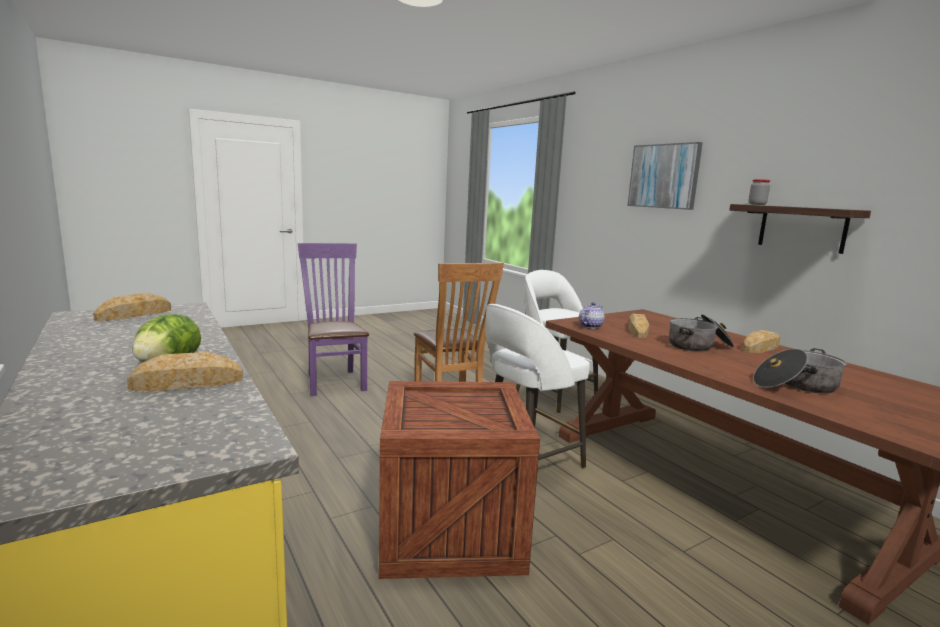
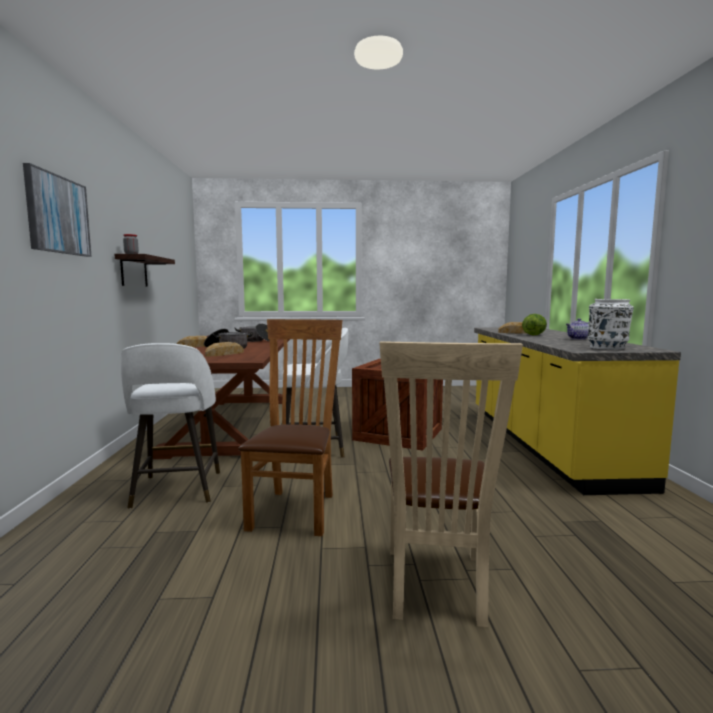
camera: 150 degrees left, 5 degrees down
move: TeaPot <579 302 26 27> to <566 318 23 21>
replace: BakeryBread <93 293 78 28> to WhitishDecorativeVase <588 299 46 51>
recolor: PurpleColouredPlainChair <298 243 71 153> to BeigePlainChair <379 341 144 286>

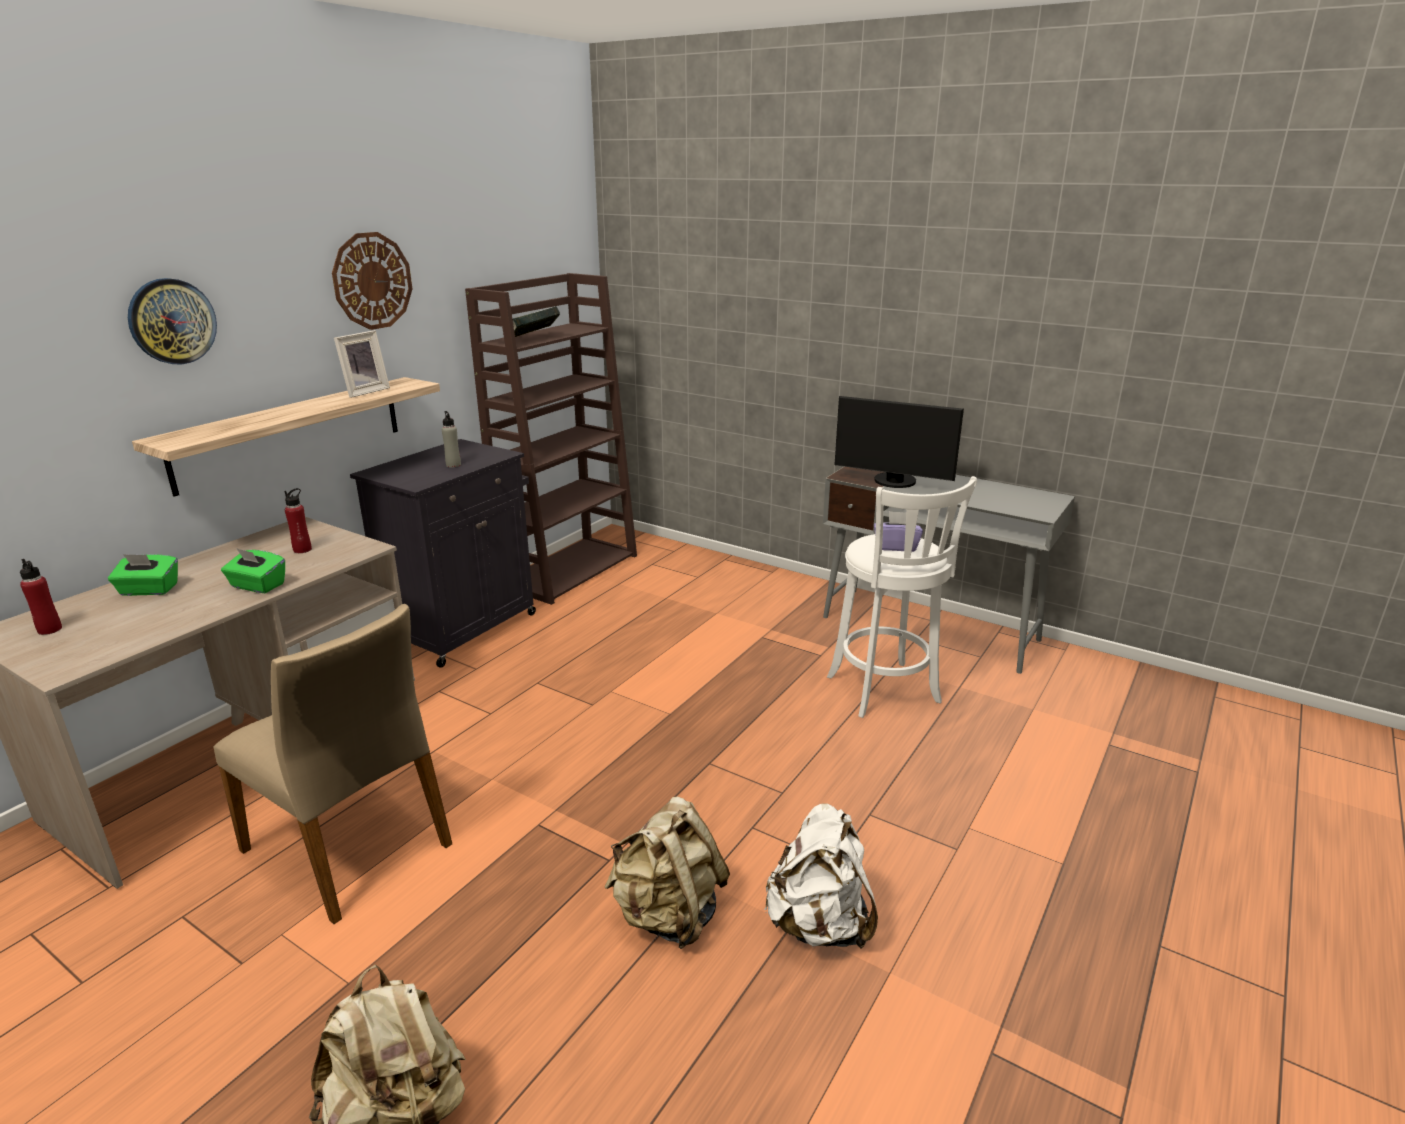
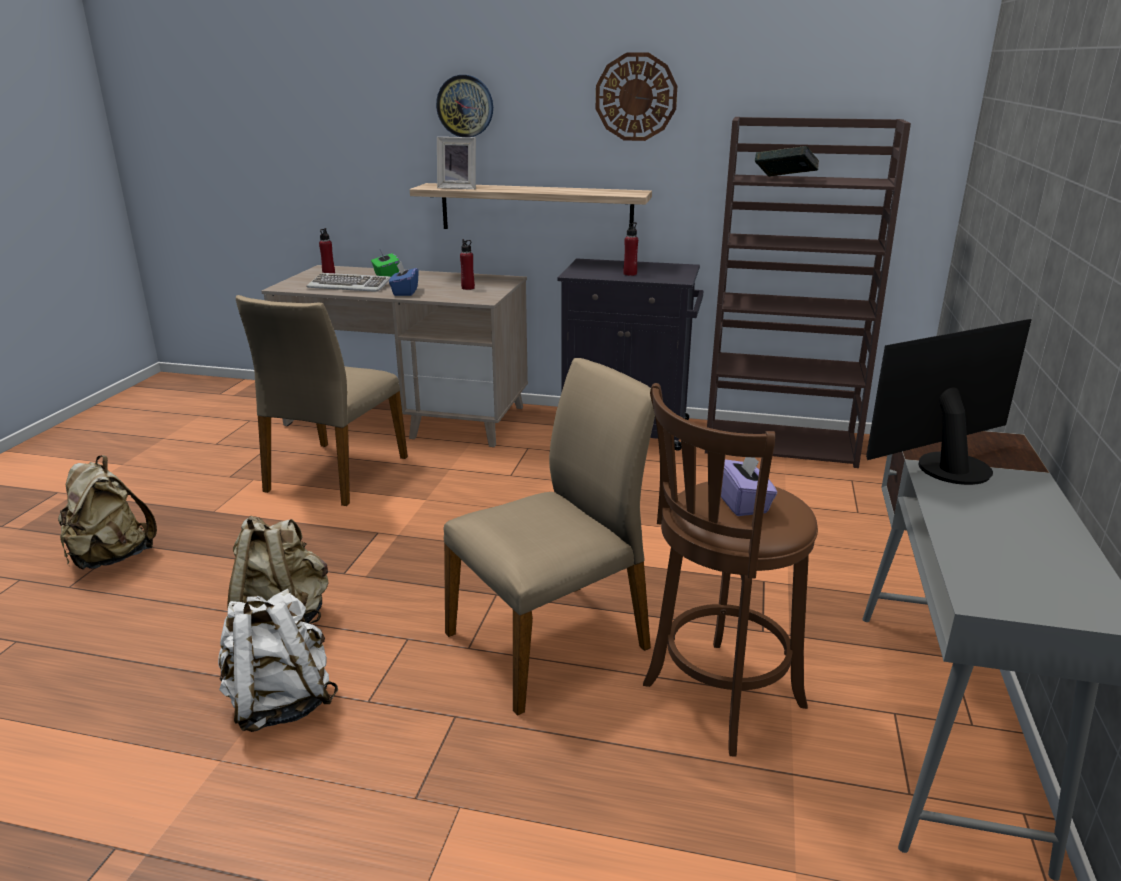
camera: 70 degrees right, 0 degrees up
insert: Keyboard <306 273 85 19>; BeigePlainChair <444 358 211 358>
move: PictureFrame <334 330 56 68> to <437 137 39 52>
recolor: GrayDrinkBottle <442 411 19 57> to RedColouredDrinkBottle <623 222 15 54>; WhitishSittingStool <827 476 150 242> to BrownishSittingStool <643 383 175 374>; GreenishBoxOfTissues <221 548 64 45> to BlueColouredBoxOfTissues <389 262 30 34>
rotate: Monitor <834 396 130 92> = <866 319 166 166> 60 degrees clockwise

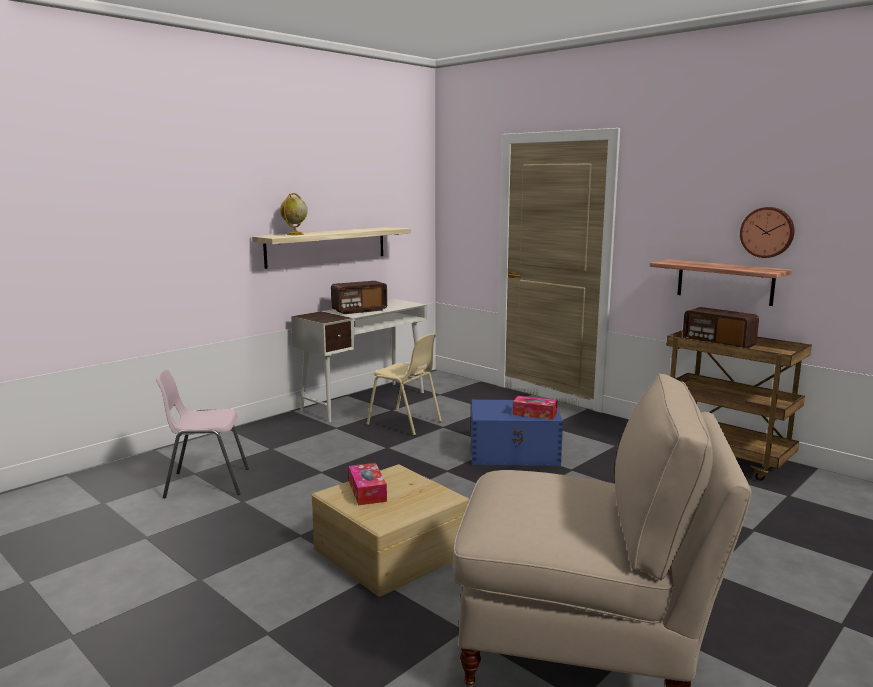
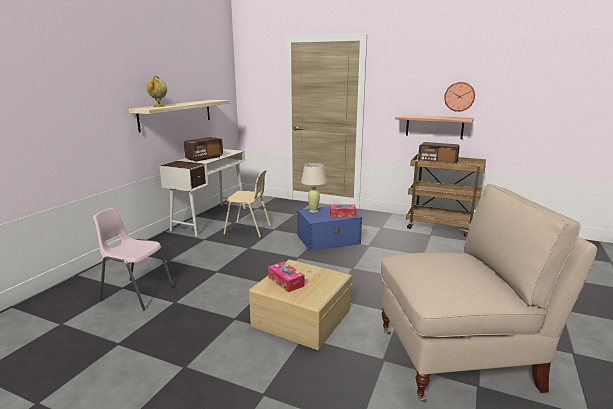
camera: 20 degrees left, 5 degrees up
insert: BeigeTableLamp <301 163 26 49>
rotate: PinkColouredPlainChair <156 369 93 129> = <93 208 81 103> 45 degrees clockwise

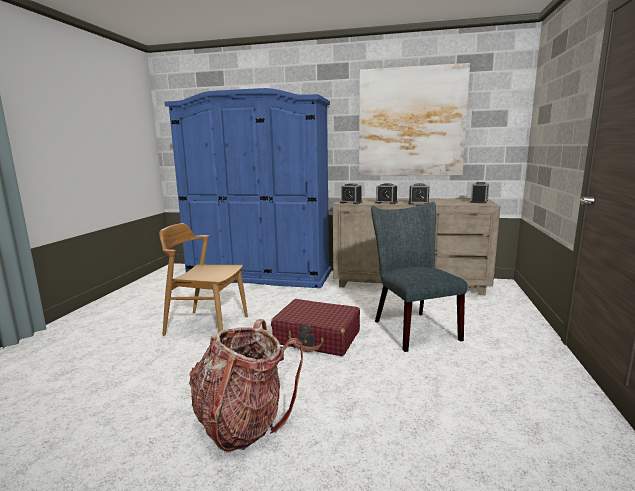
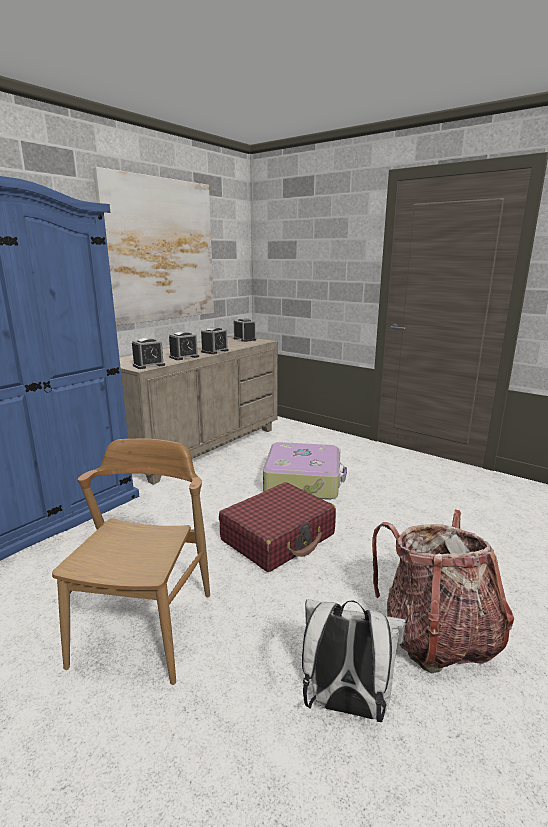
camera: 65 degrees left, 5 degrees up
insert: WhitishBackpack <302 599 104 123>
replace: GrayPlainChair <371 202 97 150> to PieceOfLuggage <263 442 84 58>
rotate: BrownishPlainChair <159 223 89 113> = <52 439 158 246> 150 degrees clockwise

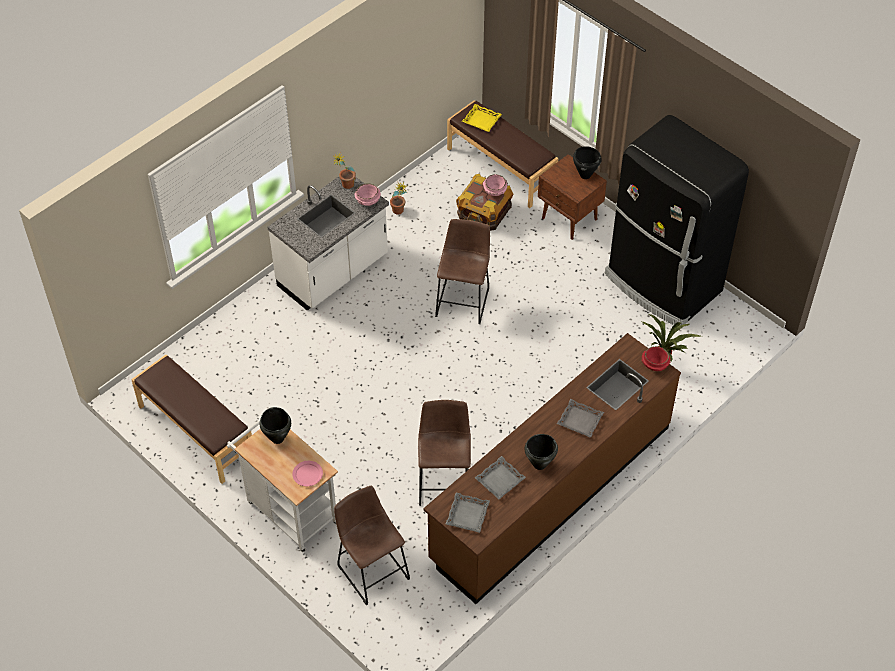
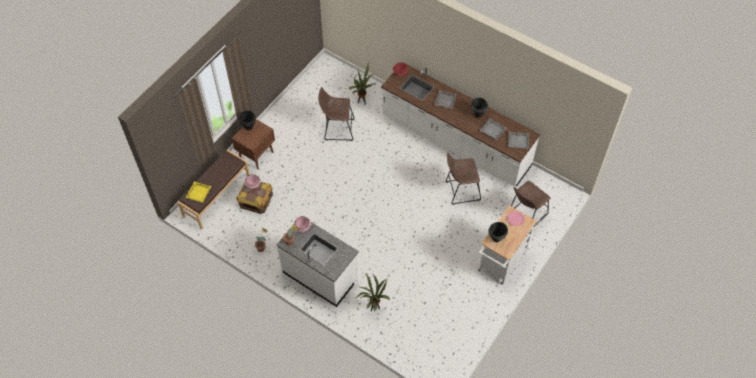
camera: 100 degrees left, 5 degrees up
delete: BlackFridge <605 115 144 211>; BrownishBench <131 355 121 129>
insert: Houseplant <356 273 34 38>
move: BrownishSittingStool <435 219 55 105> to <318 87 36 54>
recolor: BrownishKitchenCounter <423 333 258 271> to WhitishKitchenCounter <381 62 159 124>

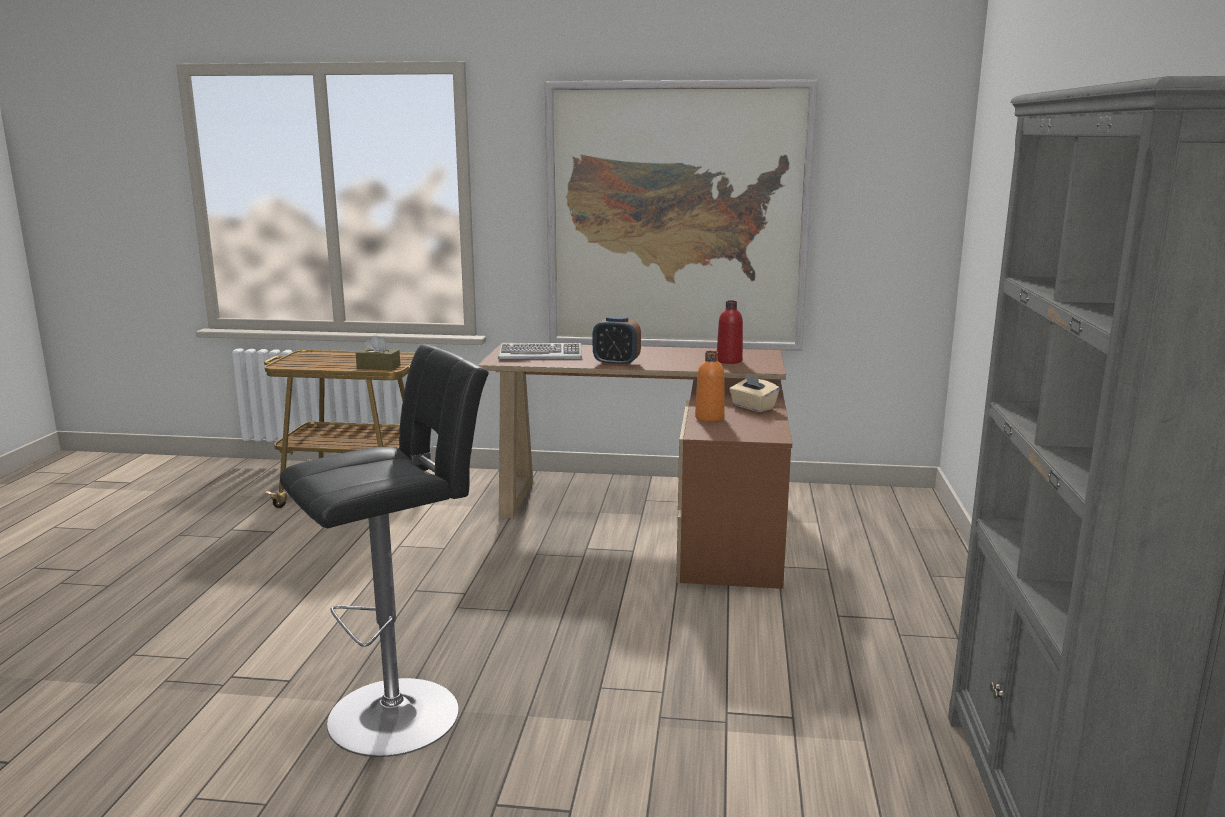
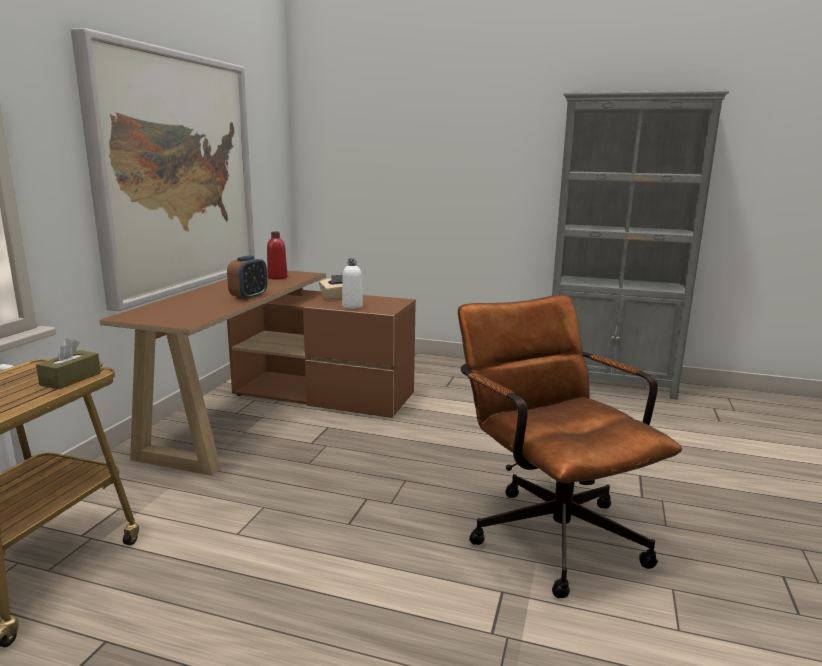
camera: 80 degrees left, 0 degrees up
delete: Keyboard <498 343 84 16>
replace: BlackSittingStool <280 345 209 412> to BrownishComputerChair <458 295 224 303>
recolor: OrangeDrinkBottle <695 351 29 71> to WhitishDrinkBottle <342 258 21 51>

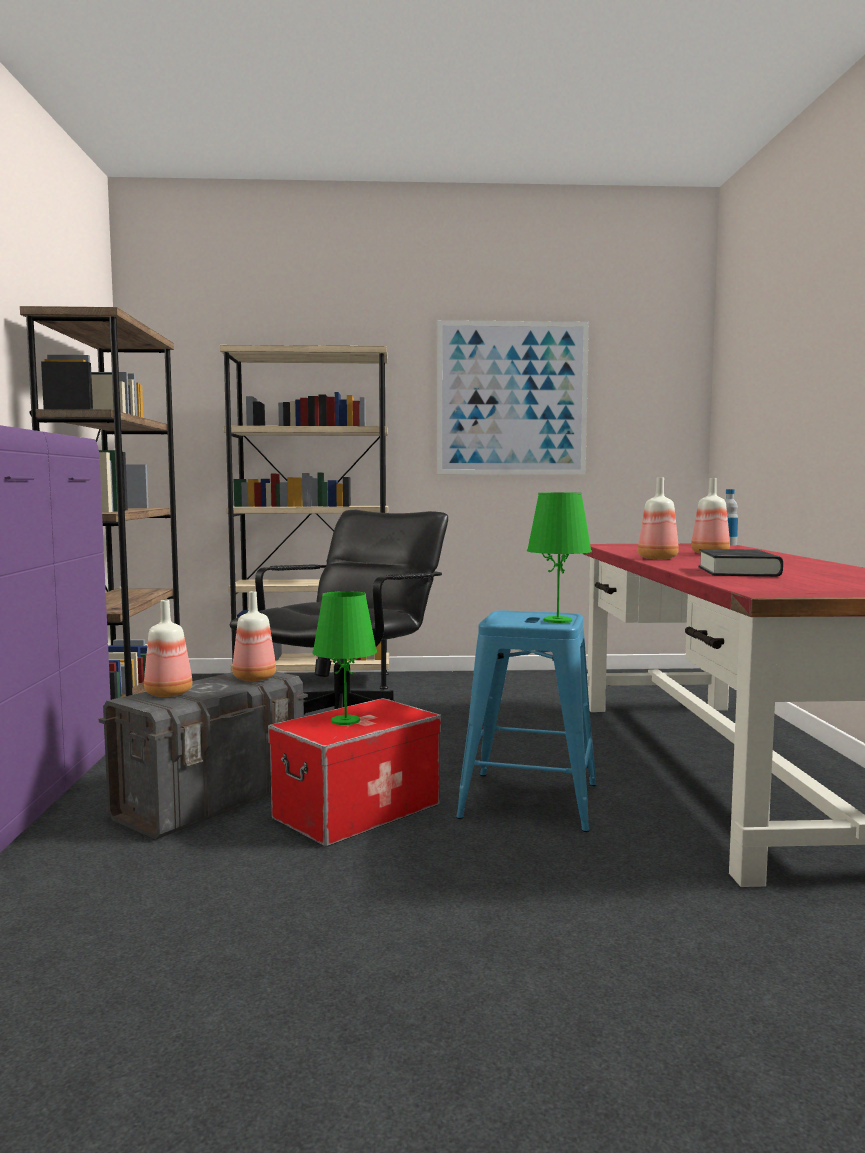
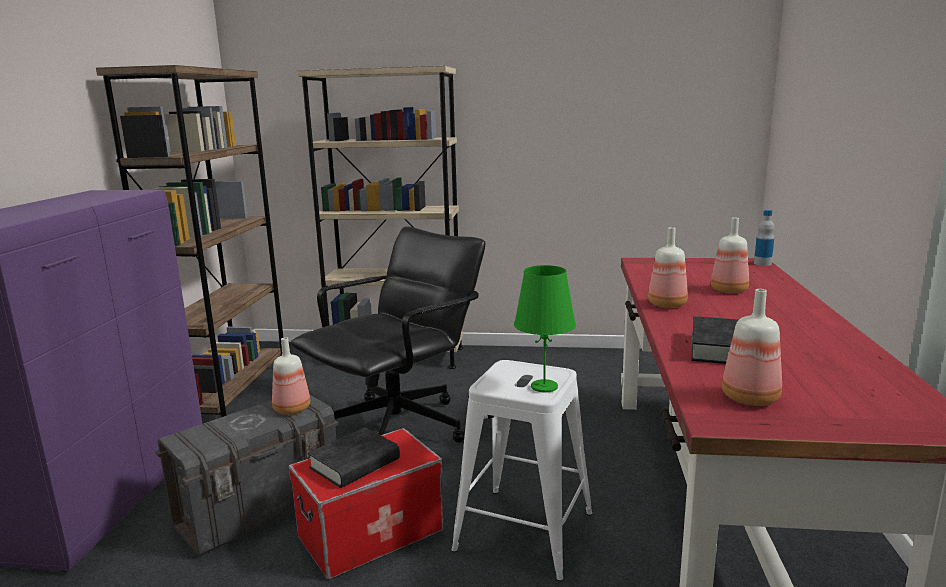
camera: 10 degrees right, 10 degrees up
delete: Picture <437 320 152 154>
move: DrinkBottle <144 600 48 97> to <722 289 60 117>
replace: GreenishTableLamp <312 591 65 134> to BlackBoundBook <308 427 92 61>
recolor: BlueColouredSittingStool <456 610 141 222> to WhitishSittingStool <451 360 142 221>

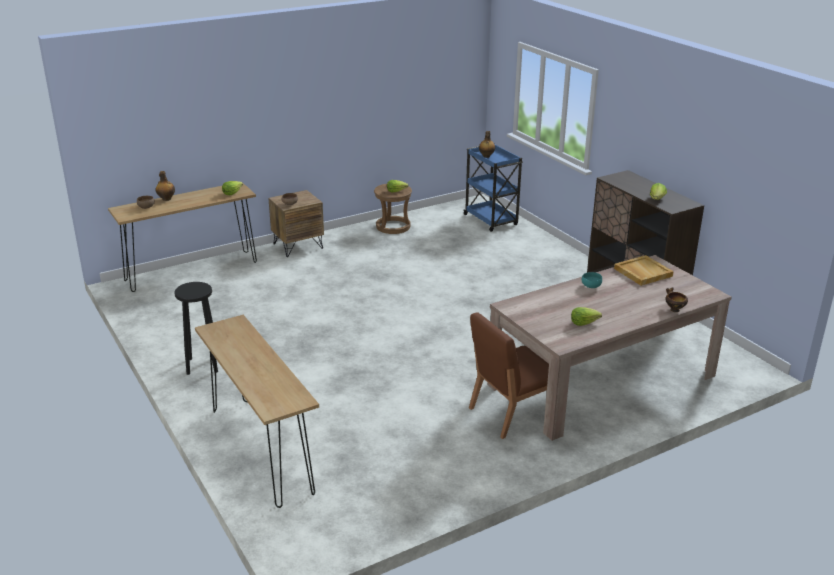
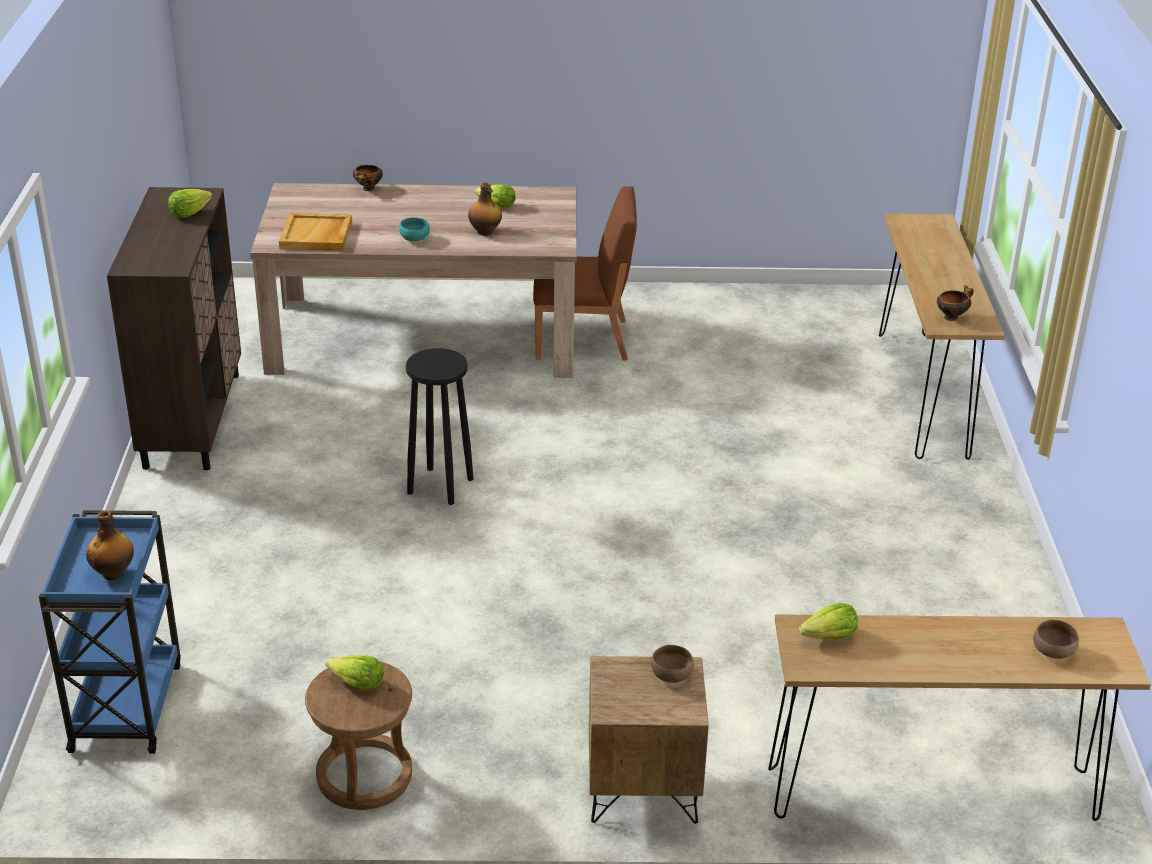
camera: 150 degrees left, 5 degrees up
insert: DeepDish <937 285 36 36>
move: DrinkBottle <156 171 19 30> to <468 182 34 54>; BlackSittingStool <174 282 44 93> to <406 348 68 157>

